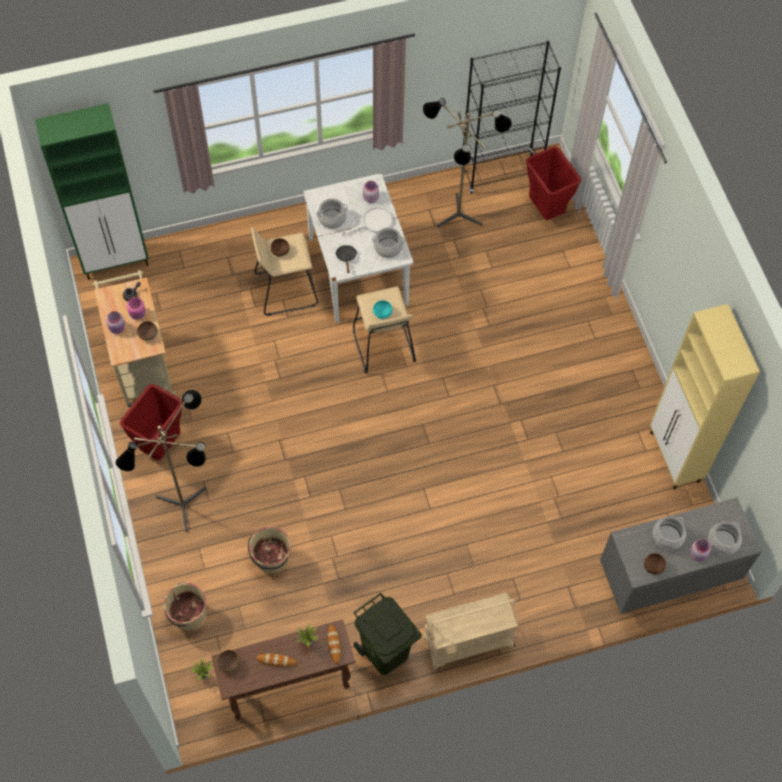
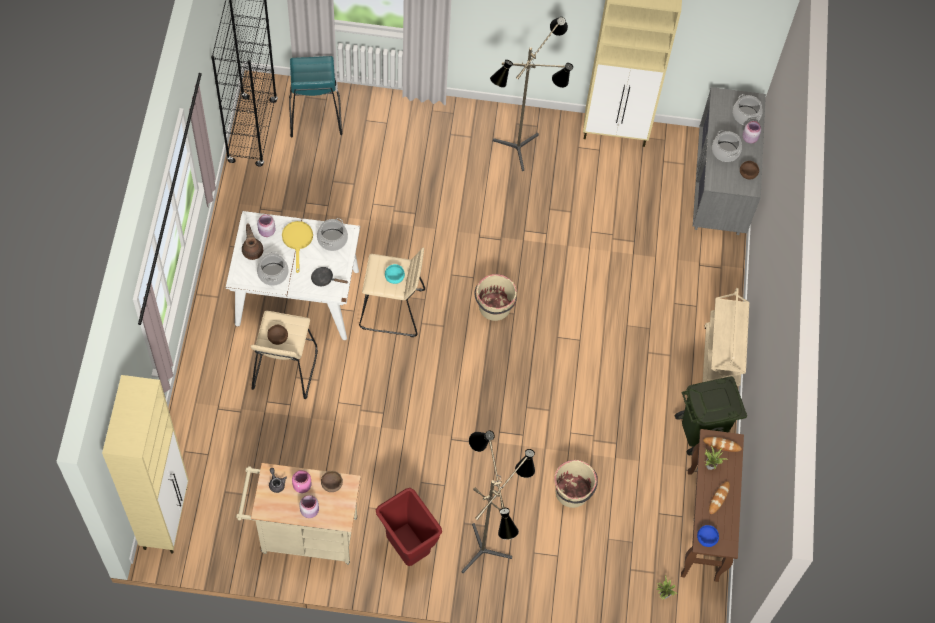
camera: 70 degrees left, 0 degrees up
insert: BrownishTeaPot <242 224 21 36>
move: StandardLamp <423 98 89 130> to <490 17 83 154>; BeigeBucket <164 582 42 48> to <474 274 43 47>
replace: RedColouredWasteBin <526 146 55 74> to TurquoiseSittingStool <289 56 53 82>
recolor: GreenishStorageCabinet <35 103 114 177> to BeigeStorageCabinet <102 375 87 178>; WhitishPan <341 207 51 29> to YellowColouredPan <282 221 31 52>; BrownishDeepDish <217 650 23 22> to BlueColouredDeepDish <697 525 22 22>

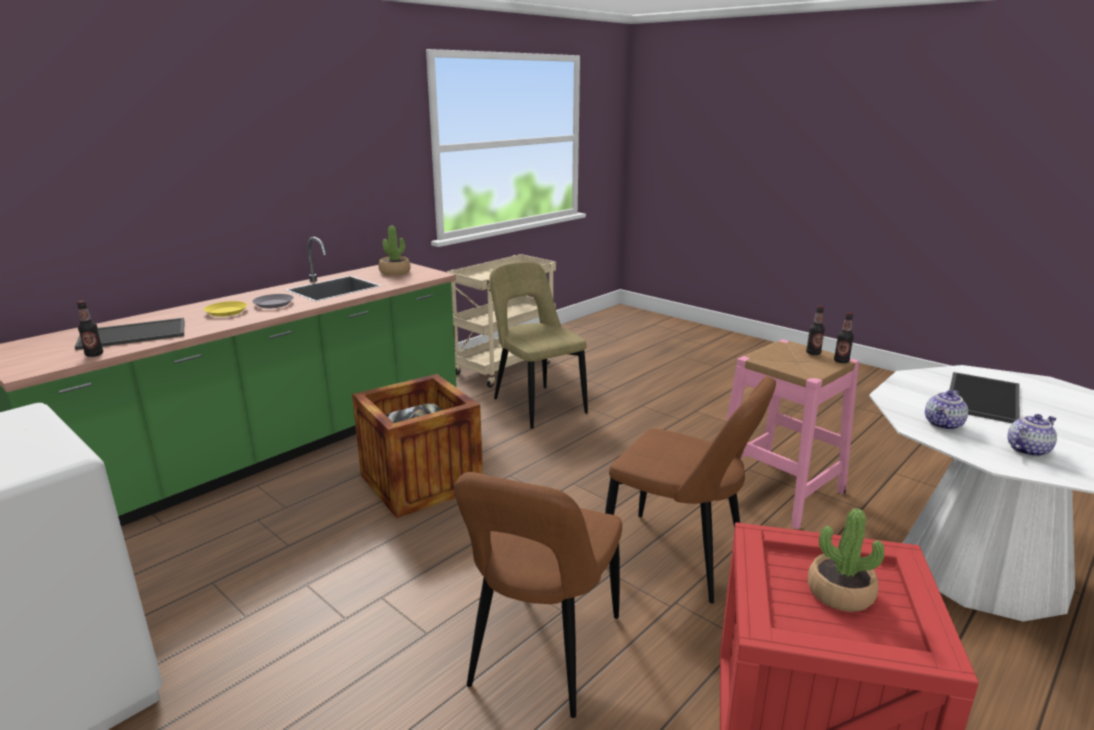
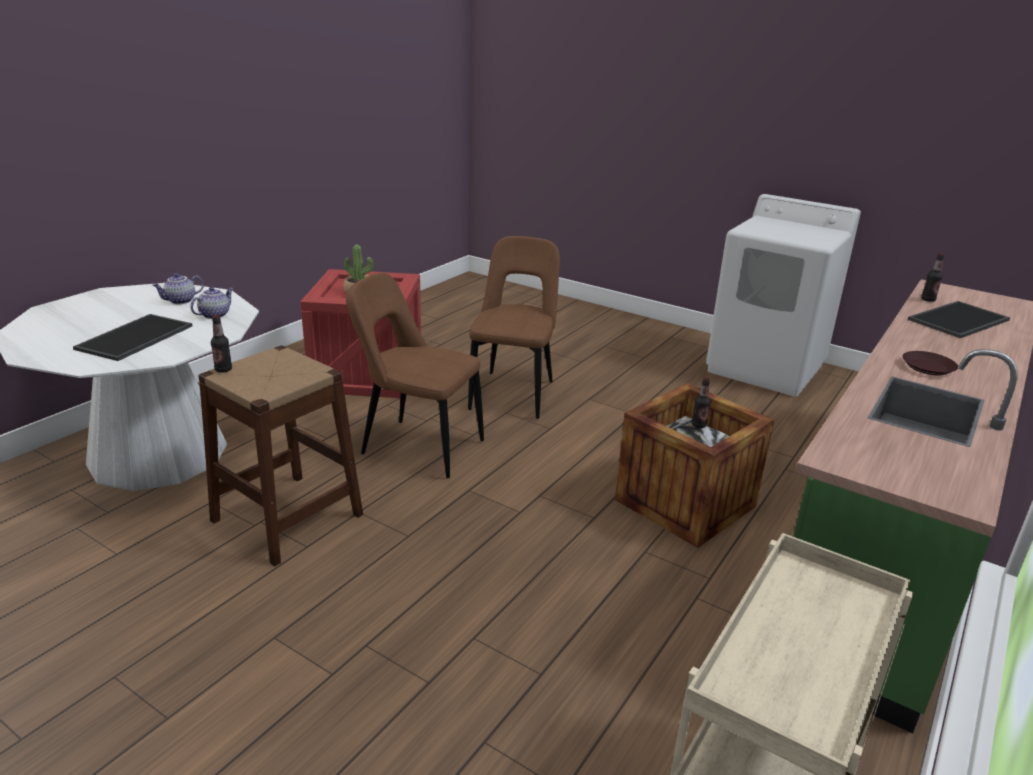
camera: 170 degrees right, 5 degrees up
delete: Houseplant <379 226 32 50>; BeigePlainChair <490 262 98 167>; YellowColouredPlate <204 301 43 16>
move: DrinkBottle <806 306 19 49> to <692 377 19 51>
recolor: GrayPlate <252 294 42 14> to BrownishPlate <902 351 56 24>; PinkColouredSittingStool <726 339 133 191> to BrownishSittingStool <198 345 165 221>

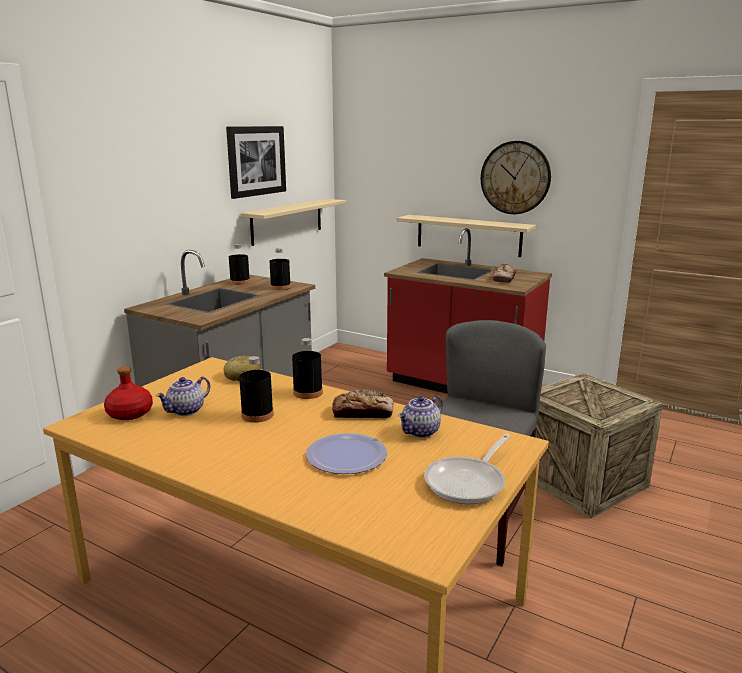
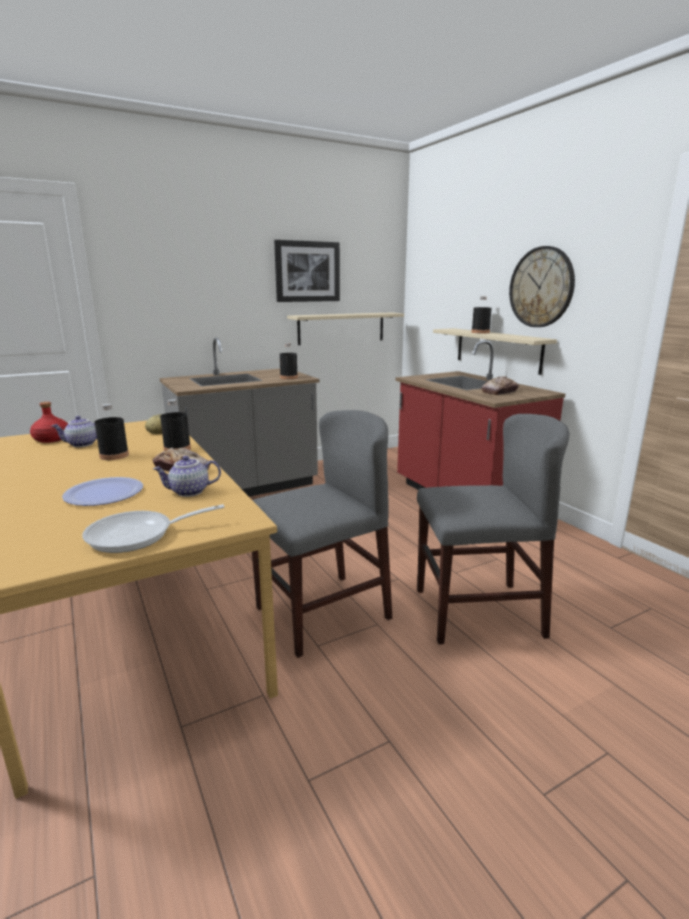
camera: 30 degrees right, 0 degrees up
move: BlackDrinkBottle <229 244 21 41> to <471 297 21 36>
replace: Crate <536 373 127 145> to GrayPlainChair <417 414 152 230>

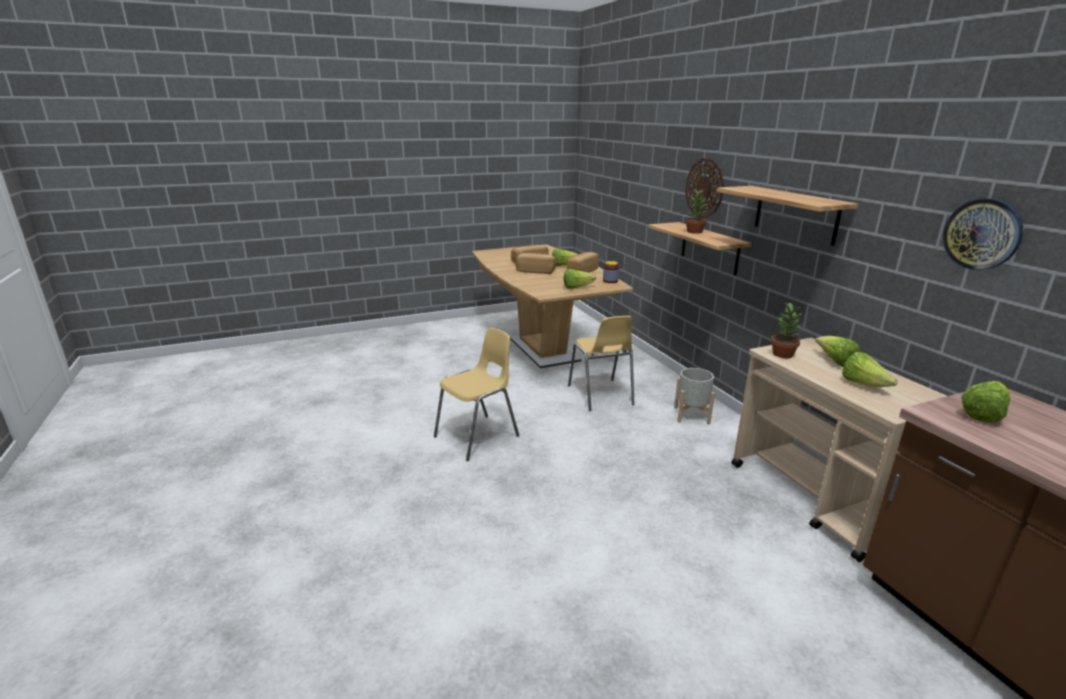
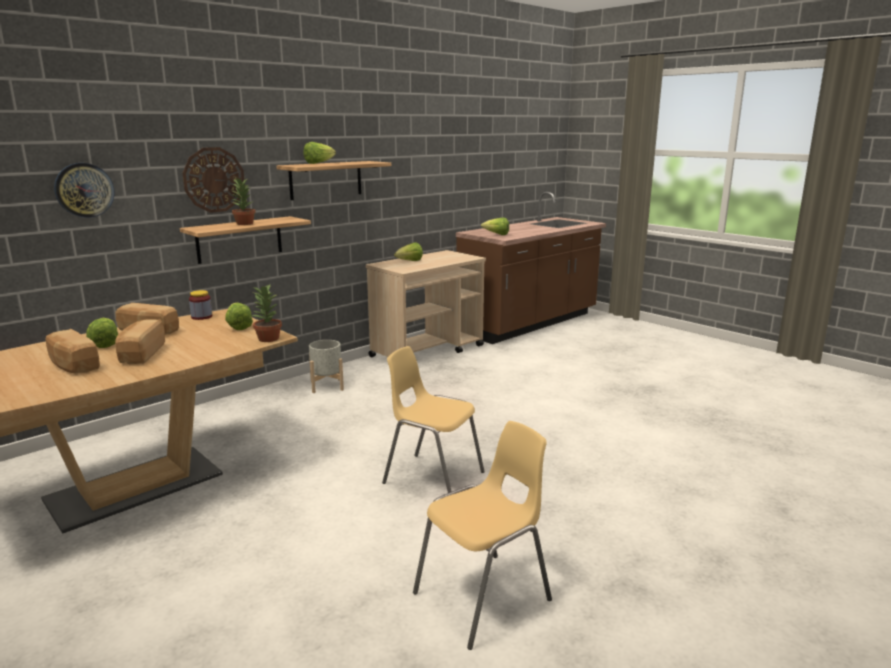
camera: 110 degrees left, 5 degrees down
move: WallClock <943 198 80 72> to <54 163 61 55>; Houseplant <771 302 32 56> to <252 283 30 59>; YellowColouredPlainChair <568 316 67 95> to <413 421 139 229>; LettuceHead <842 352 56 35> to <303 142 33 22>

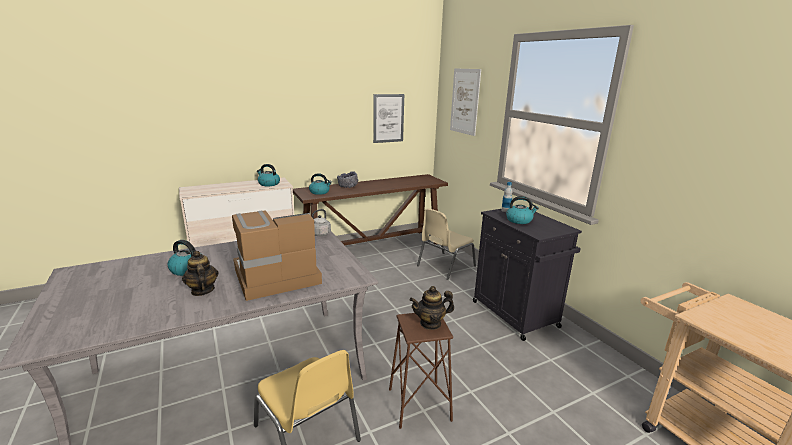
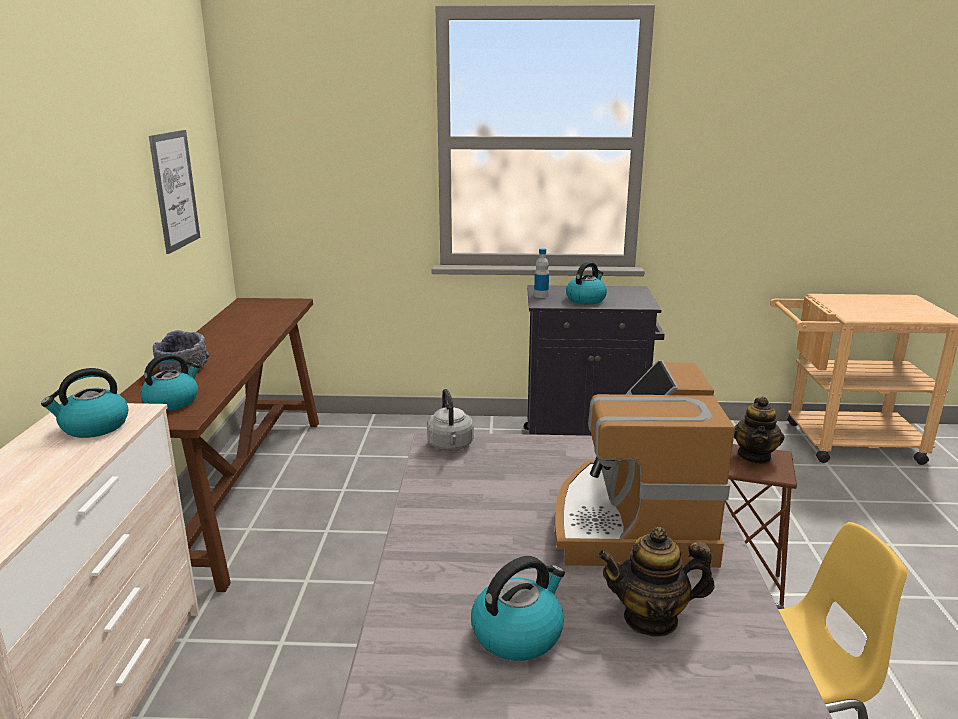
camera: 60 degrees left, 0 degrees up
delete: Picture <450 68 31 68>; BeigePlainChair <417 209 59 71>

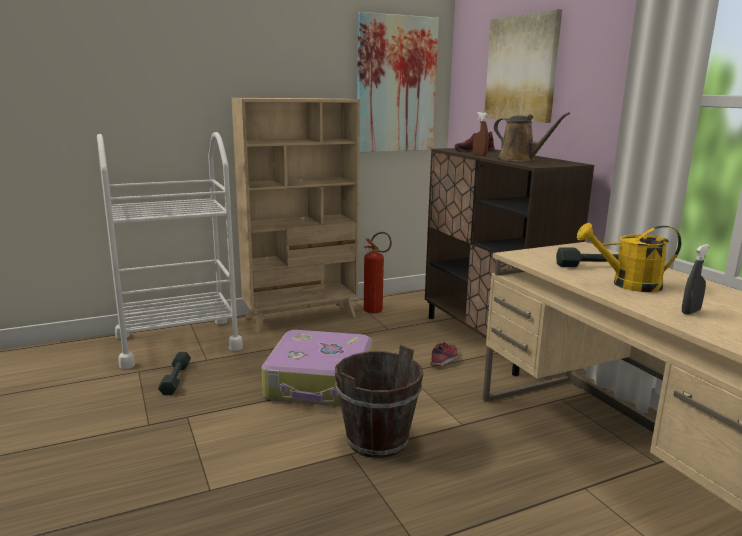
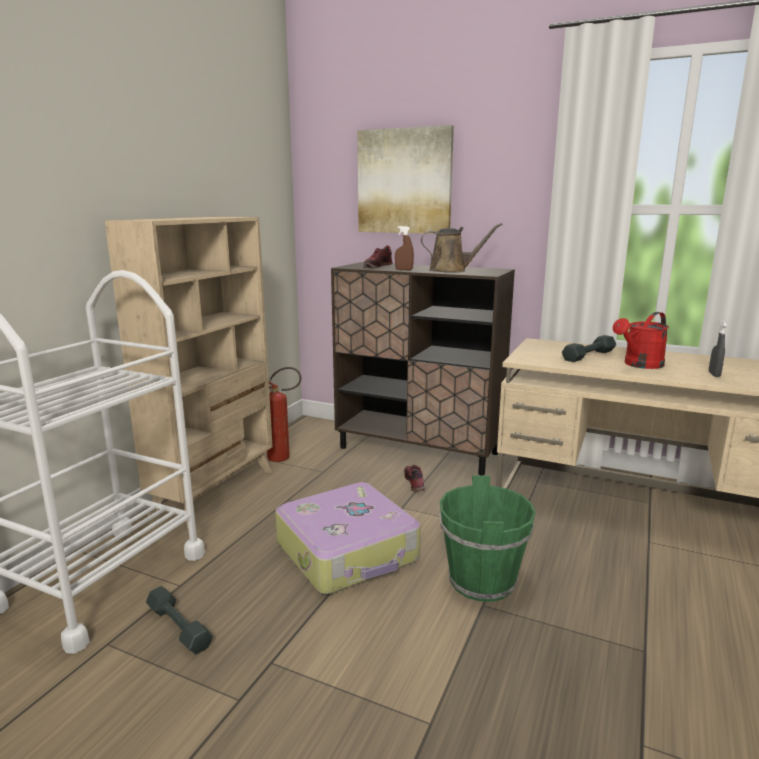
camera: 40 degrees left, 0 degrees up
delete: Picture <357 12 82 140>
recolor: YellowColouredSprinklingCan <577 223 104 69> to RedColouredSprinklingCan <613 312 56 57>; BrownishBucket <335 345 88 113> to GreenishBucket <439 475 97 127>

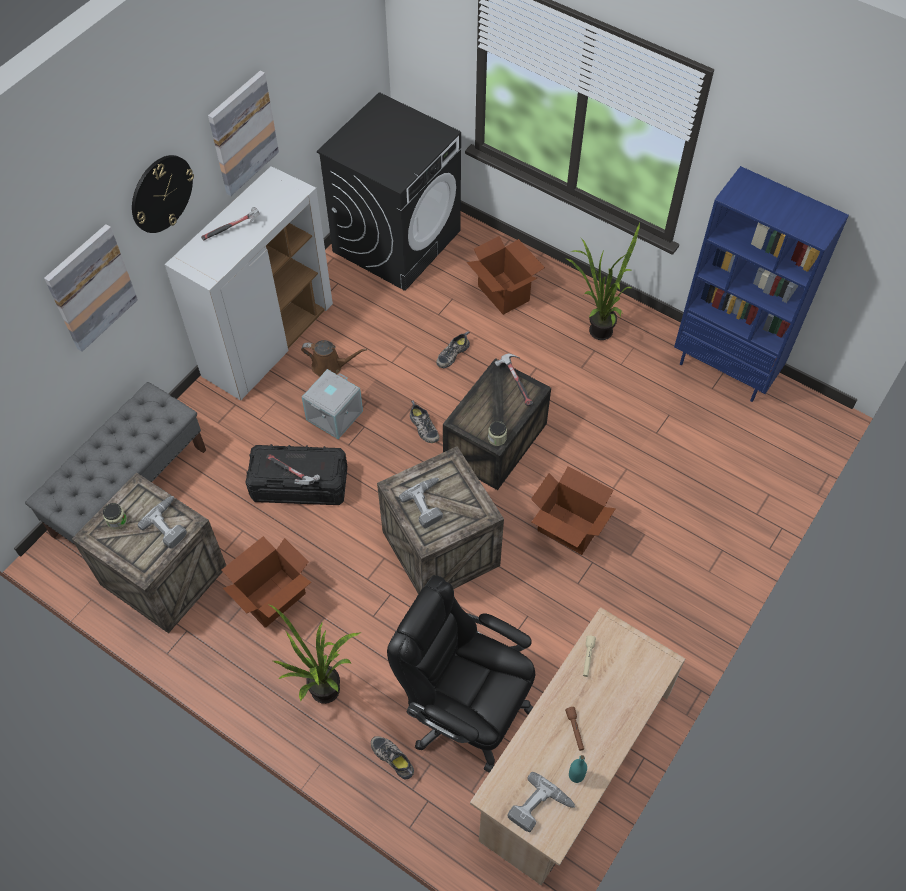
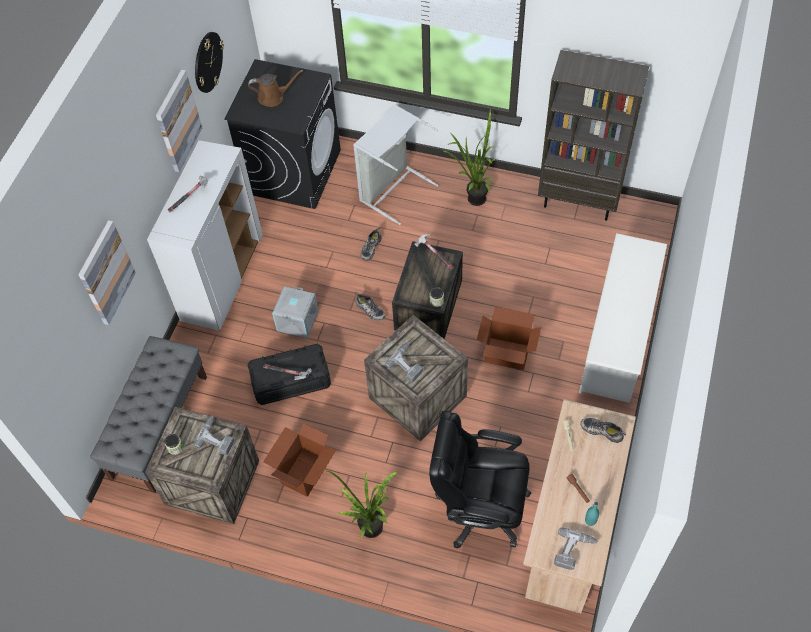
camera: 15 degrees left, 0 degrees up
insert: WhitishShoeRack <579 233 88 170>
move: WallClock <132 155 62 78> to <195 32 29 61>; BrownishSprinklingCan <301 340 66 37> to <248 70 55 37>; Shoe <371 736 43 43> to <580 418 47 25>
replace: PackingBox <467 236 78 79> to GrayLaundryBasket <353 105 86 120>
recolor: BlueColouredBookcase <674 166 175 236> to BrownishBookcase <538 50 111 171>

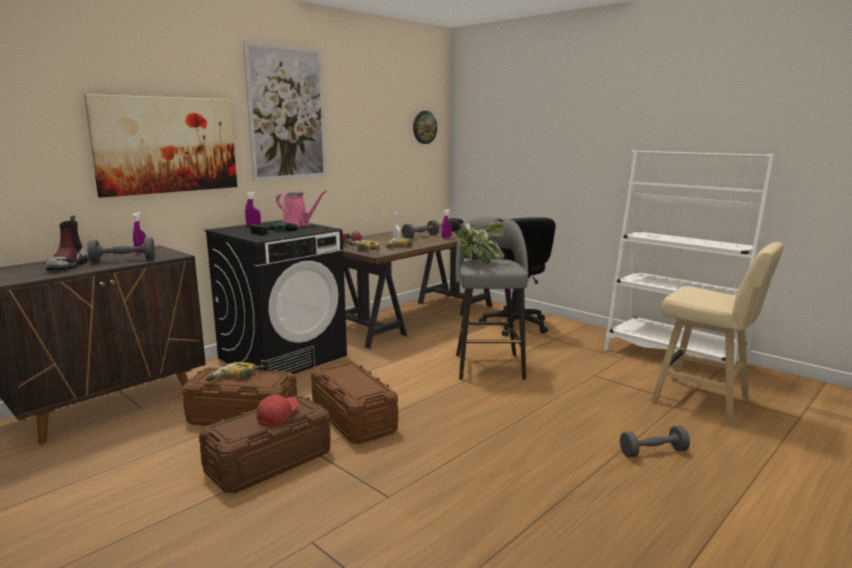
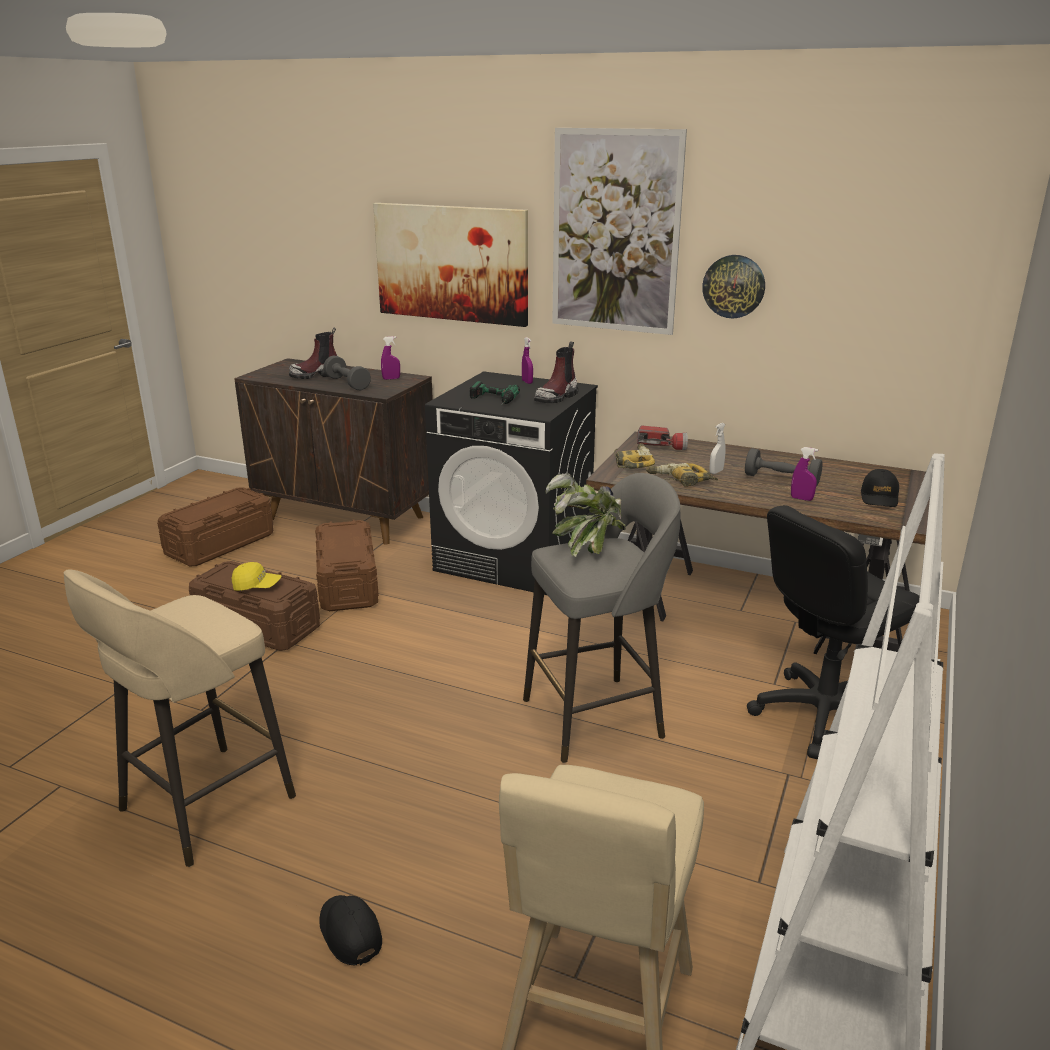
camera: 70 degrees right, 10 degrees up
delete: Drill <205 362 61 19>
insert: BeigeSittingStool <63 569 233 298>
move: WallClock <413 111 24 33> to <702 255 63 63>; BrownishStorageBin <311 361 87 83> to <157 487 116 80>
replace: PinkColouredSprinklingCan <276 190 51 37> to HighTopBoot <534 341 44 62>; GrayHandWeight <620 426 70 32> to BlackPeakedCap <319 895 63 71>
recolor: RedColouredPeakedCap <257 394 42 33> to YellowColouredPeakedCap <231 562 50 29>

